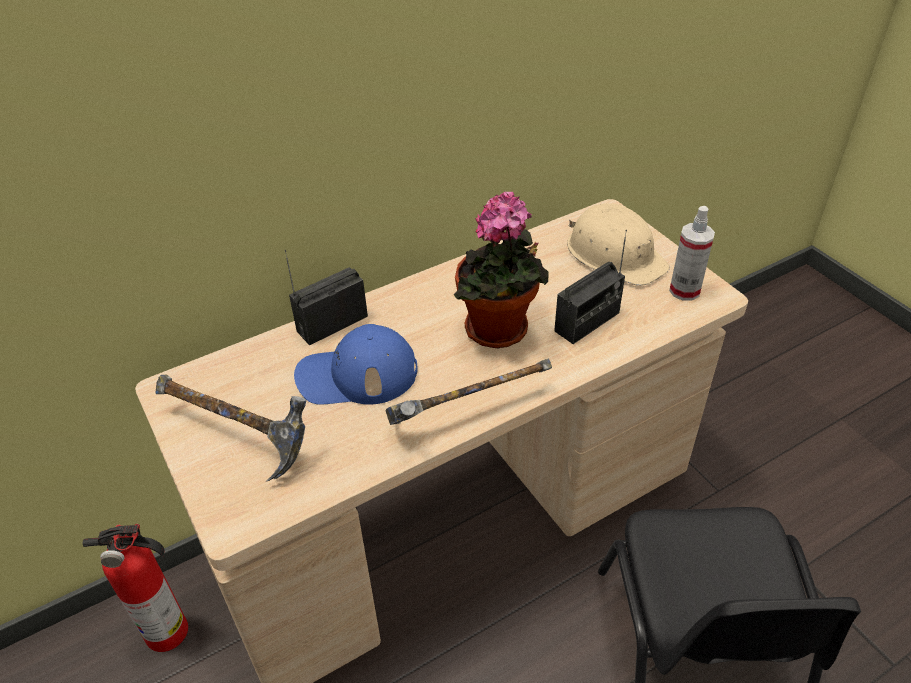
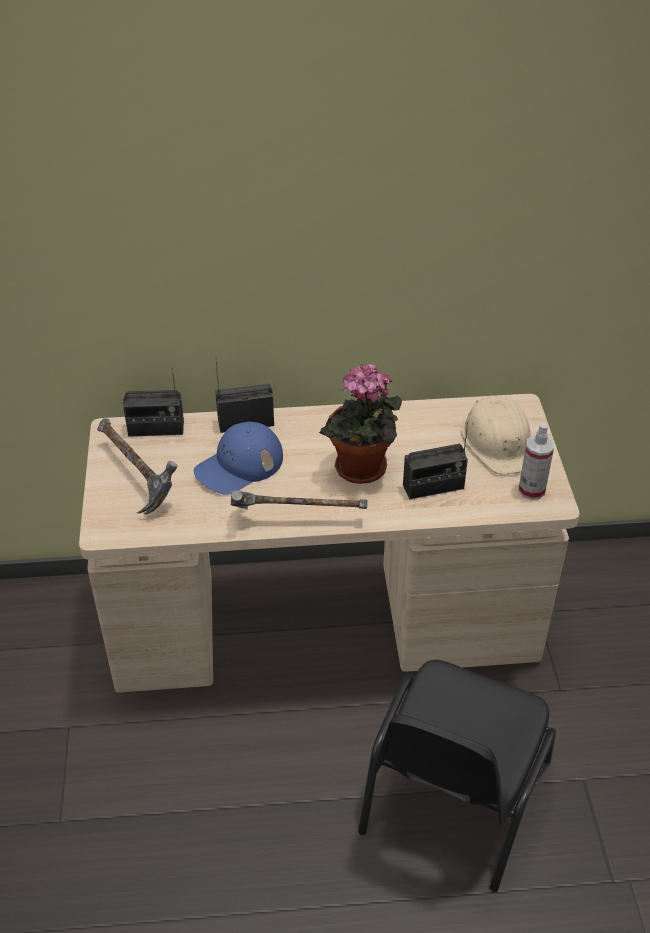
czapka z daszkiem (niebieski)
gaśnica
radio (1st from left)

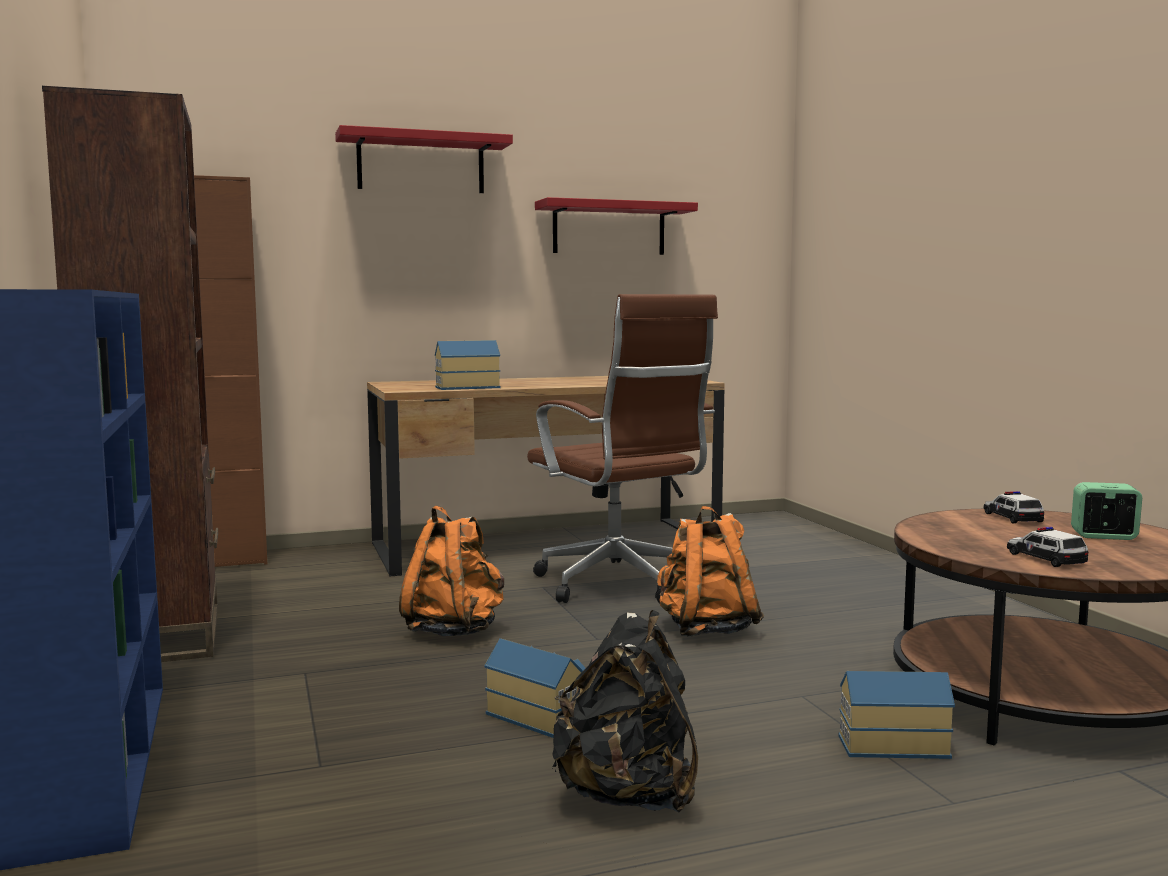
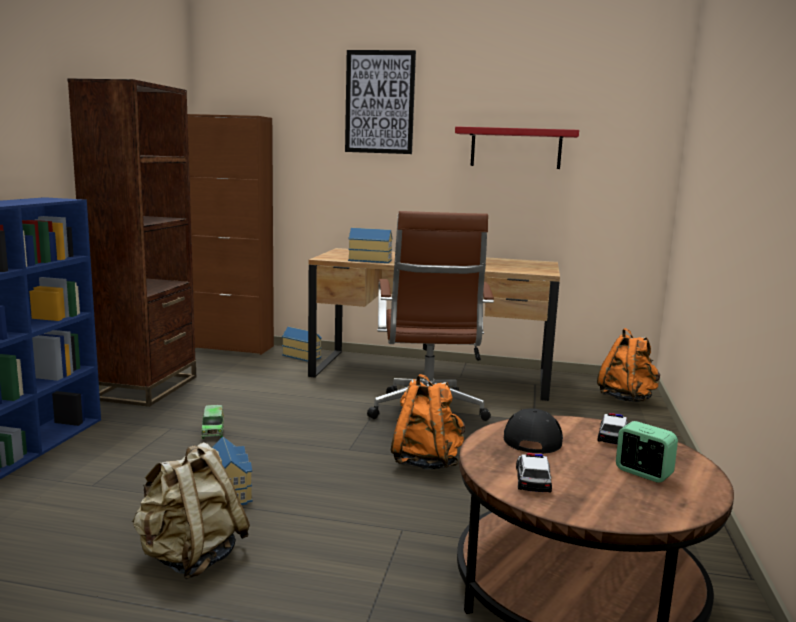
obraz
plecak (pomarańczowy) (2nd from left)
plecak (beżowy)
domek (2nd from left)
ciężarówka zabawkowa
czapka z daszkiem (czarny)

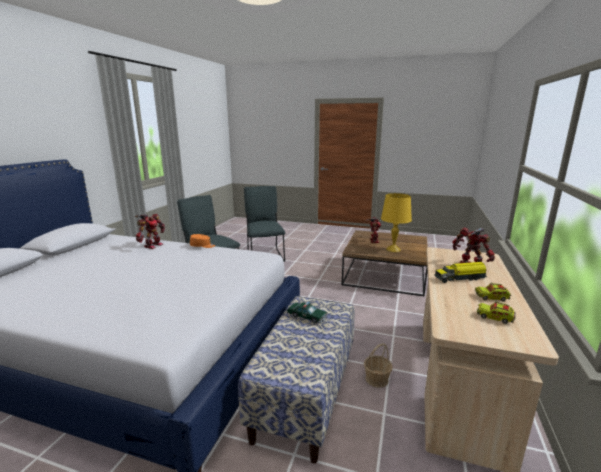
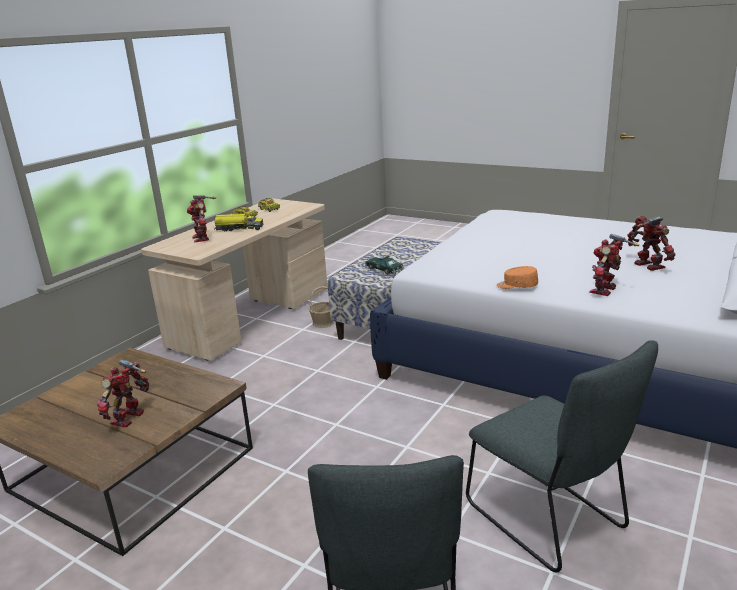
lampa stołowa (żółty)
robot zabawkowy (4th from left)

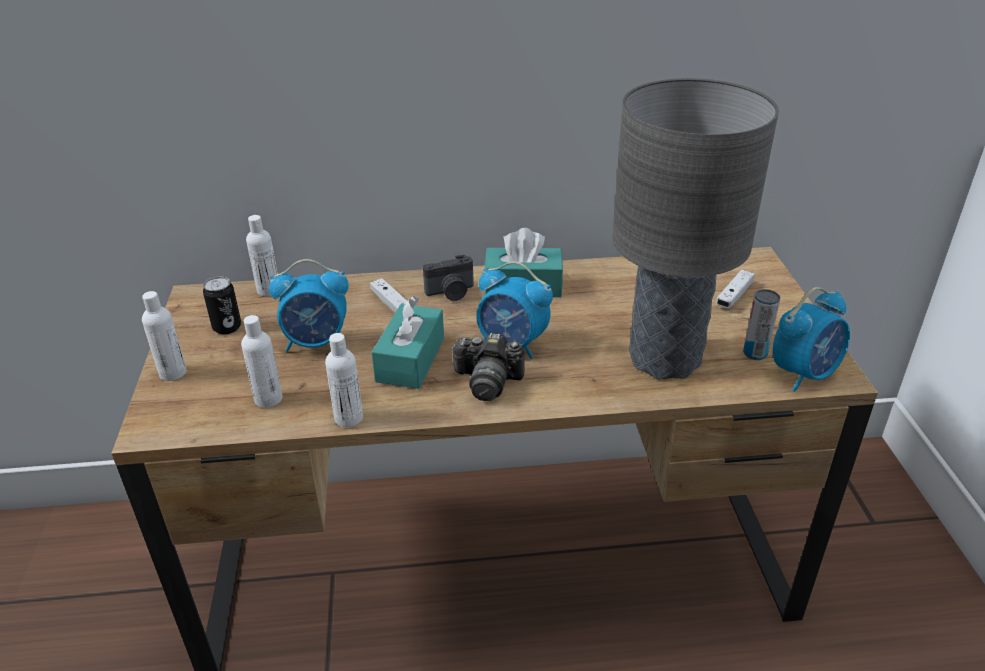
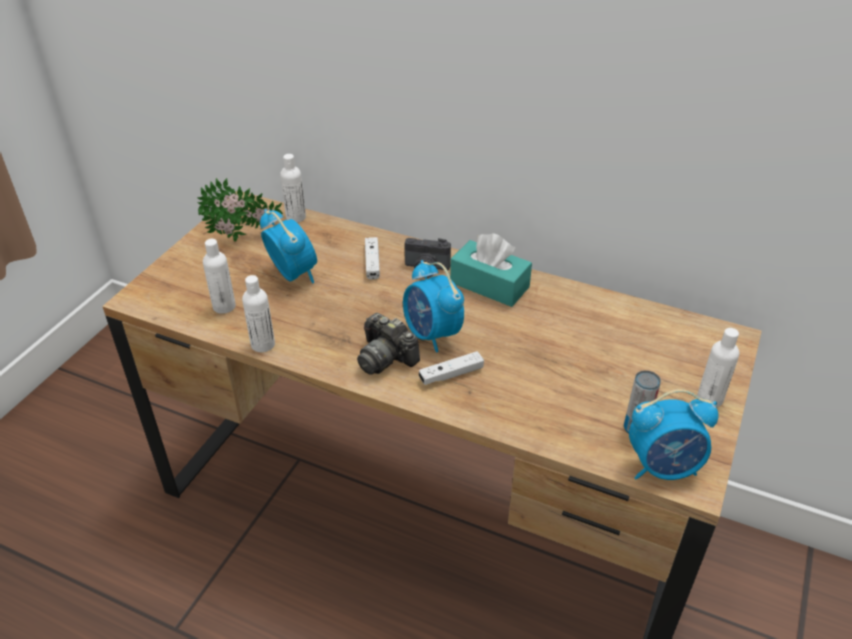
lampa stołowa (szary)
budzik (1st from left)
pad do gier (biały) (2nd from left)
roślina doniczkowa
butelka (biały) (4th from left)
pudełko chusteczek (turkusowy) (1st from left in the first image)

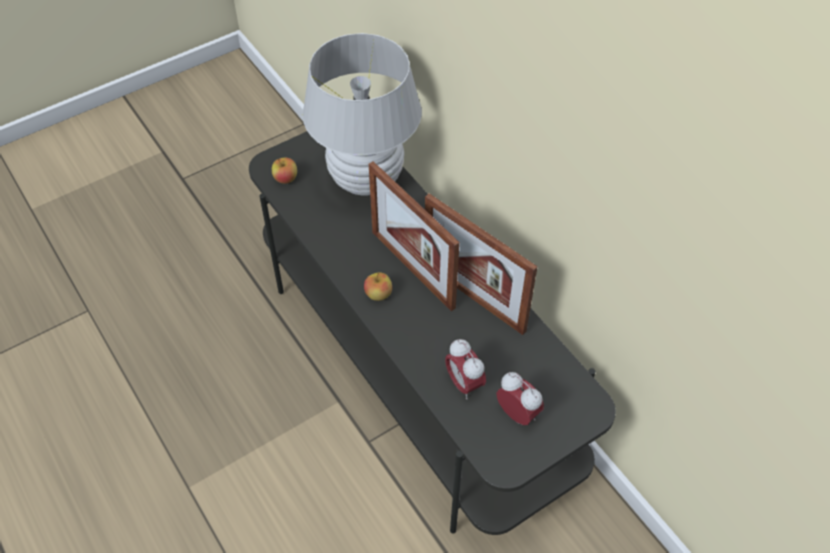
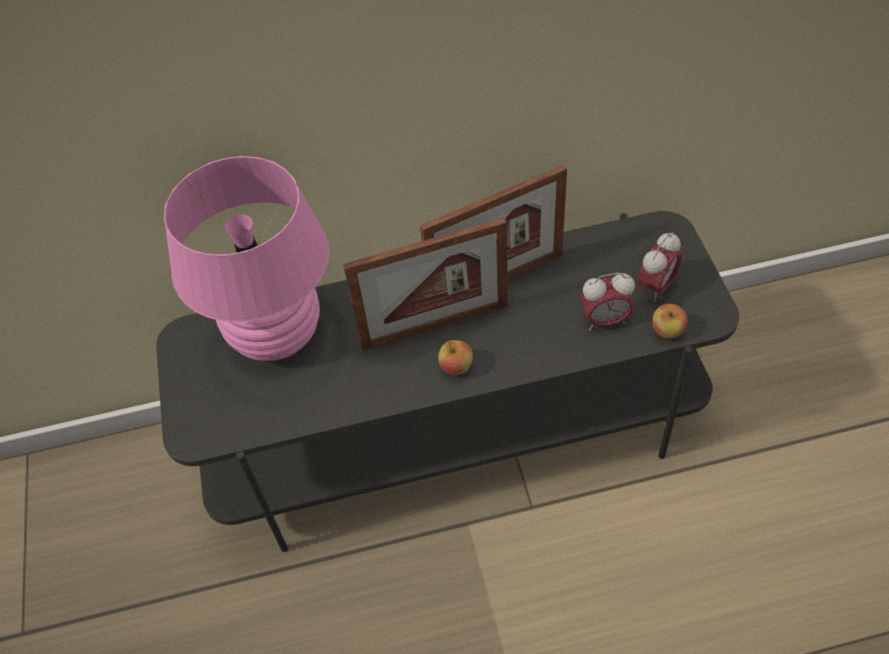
lampa stołowa (różowy)
jabłko (2nd from left)
budzik (2nd from left)

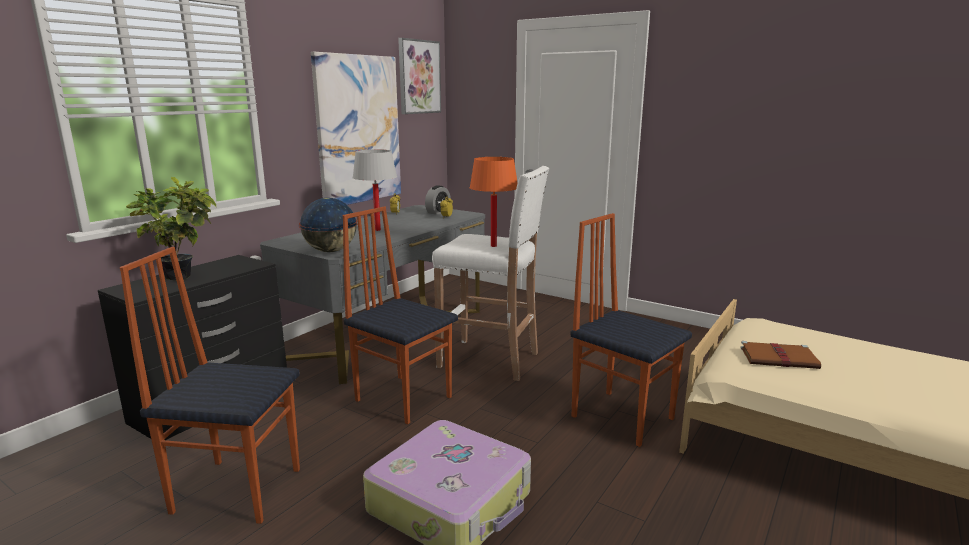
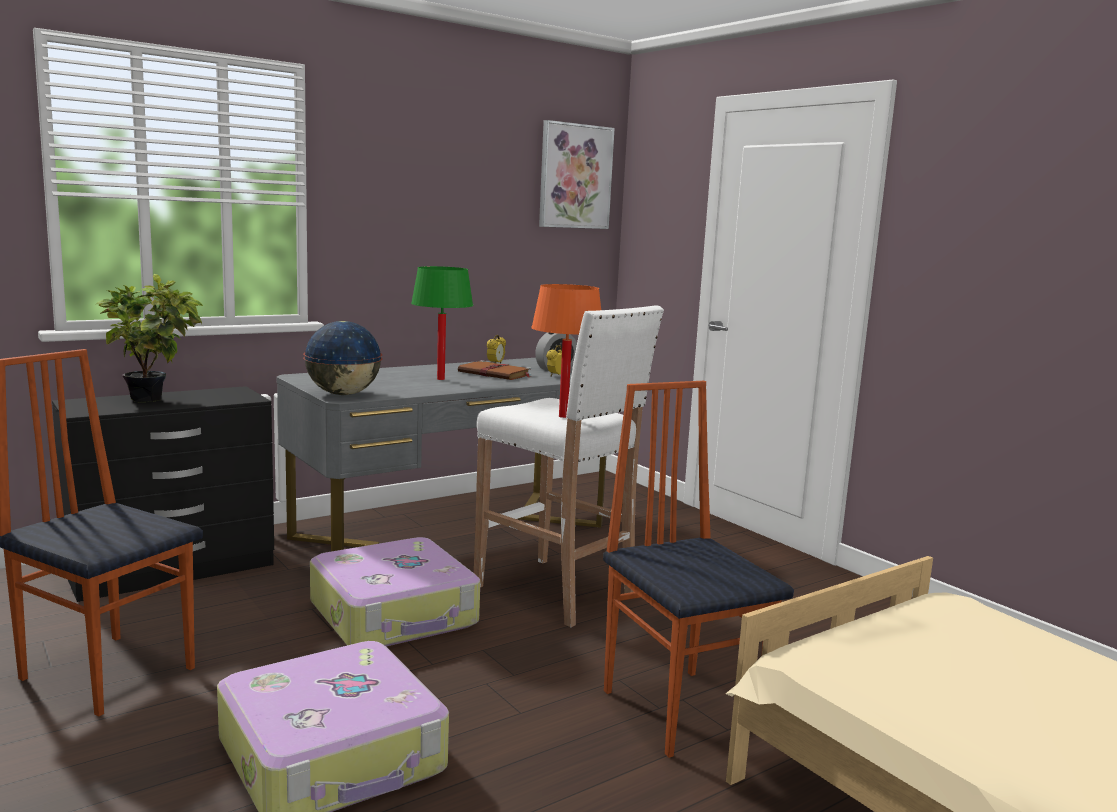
obraz (1st from left in the first image)
lampa stołowa (zielony)
walizka (2nd from left)
książka (brązowy)

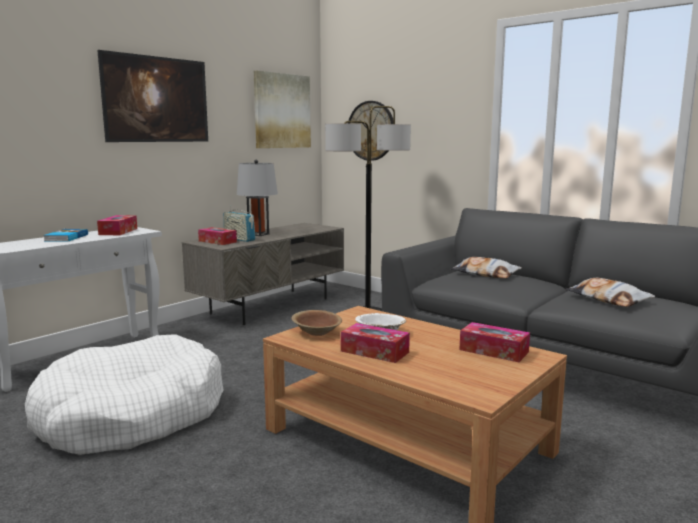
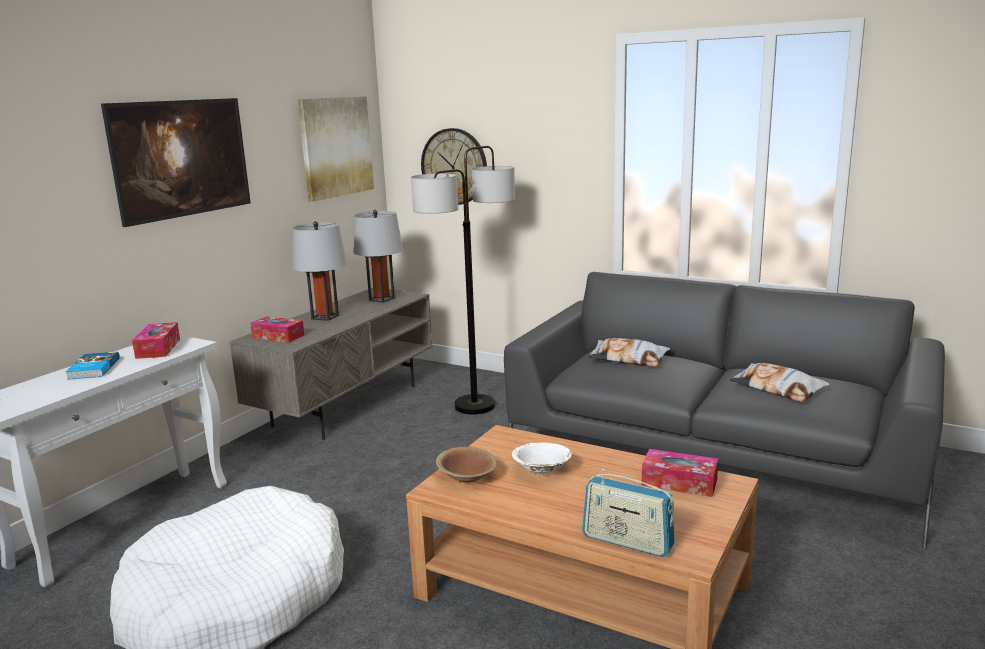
radio
pudełko chusteczek (3rd from left in the first image)
lampa stołowa (szary) (2nd from left)

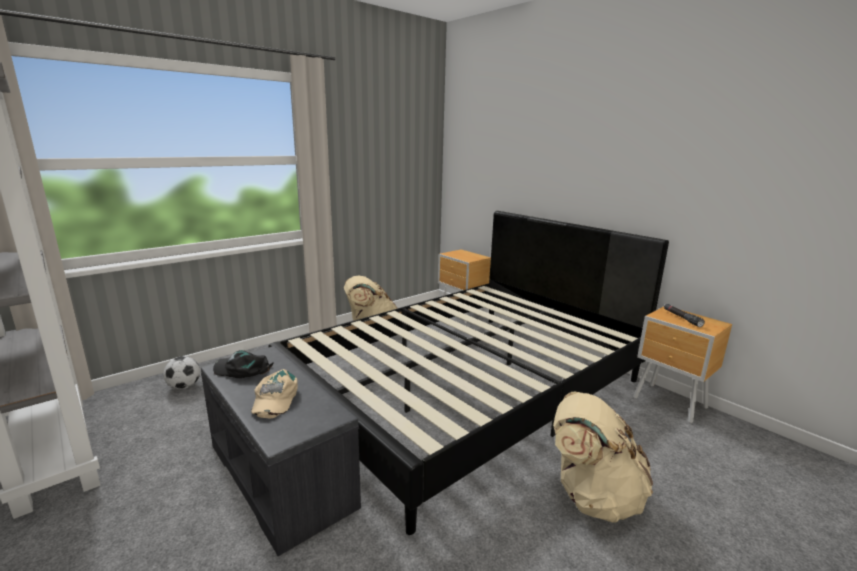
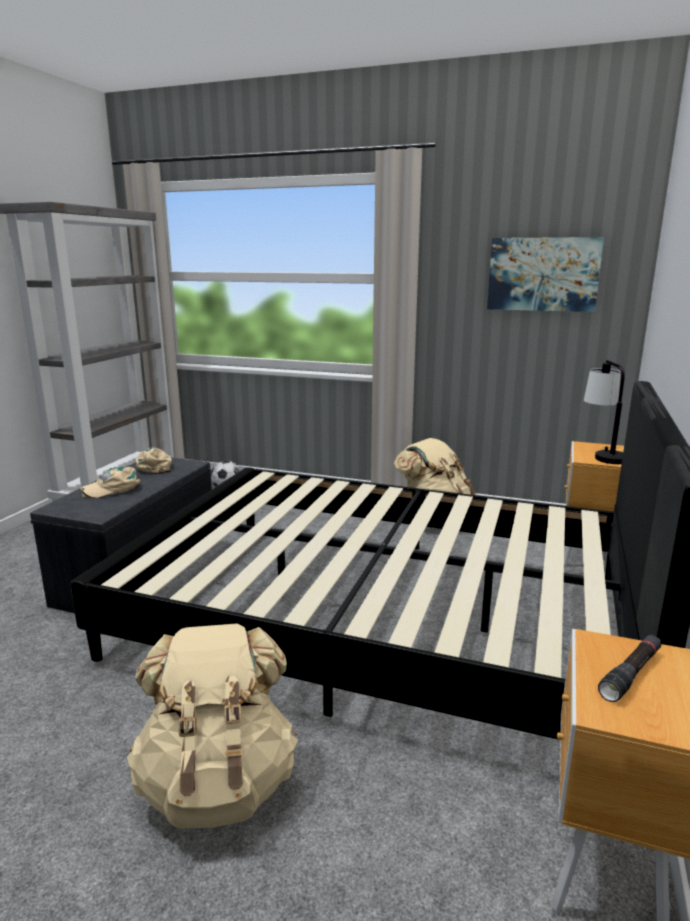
czapka z daszkiem (beżowy) (2nd from left)
obraz
lampa stołowa

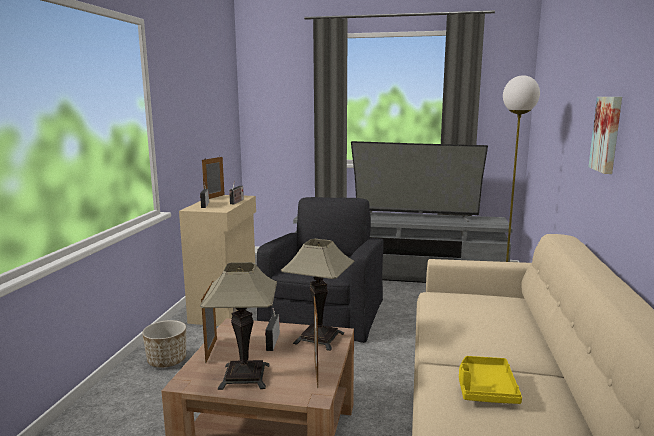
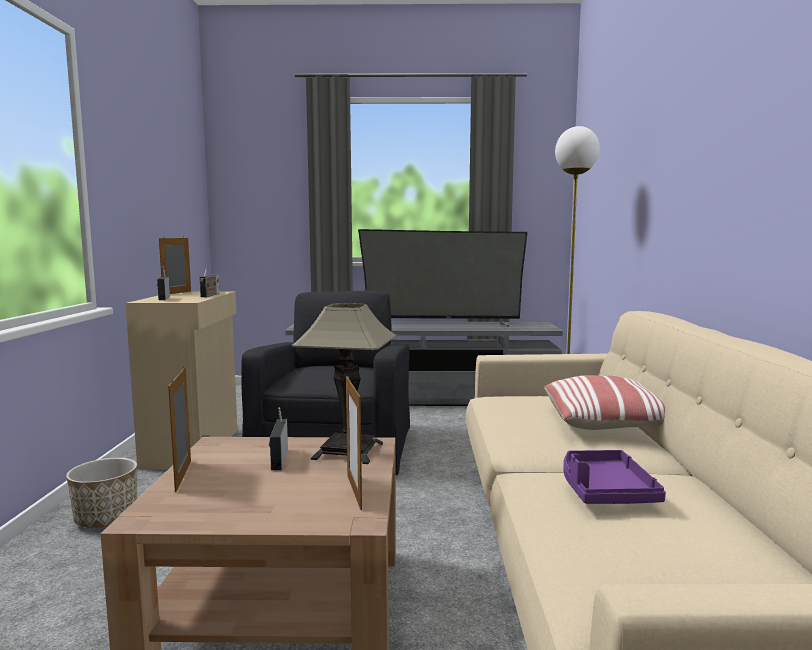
obraz
lampa stołowa (1st from left in the first image)
taca (fioletowy)
poduszka

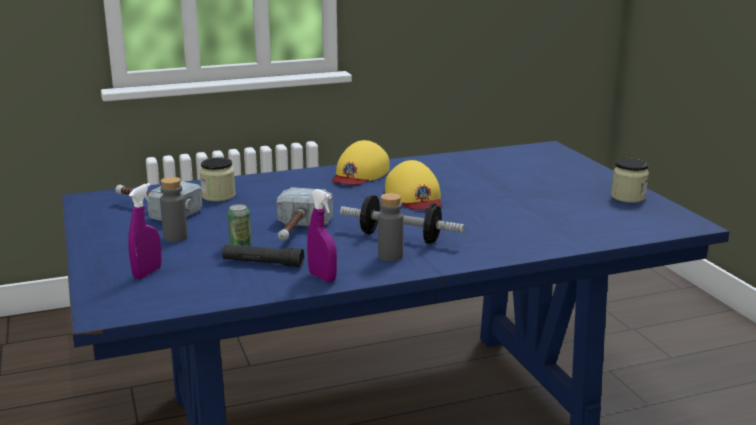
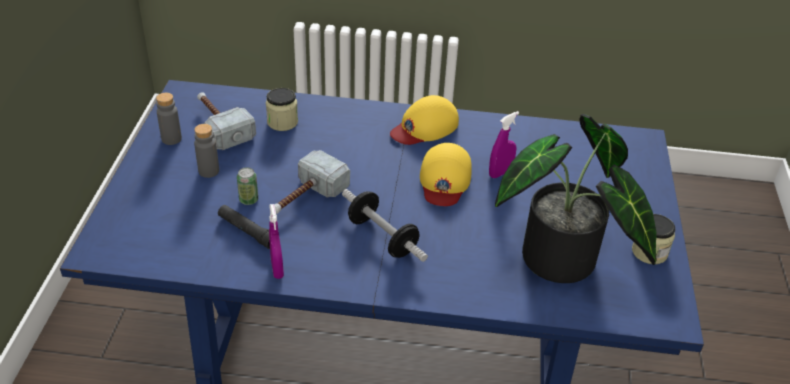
spryskiwacz (fioletowy) (2nd from left)
butelka (szary) (1st from left)
roślina doniczkowa

